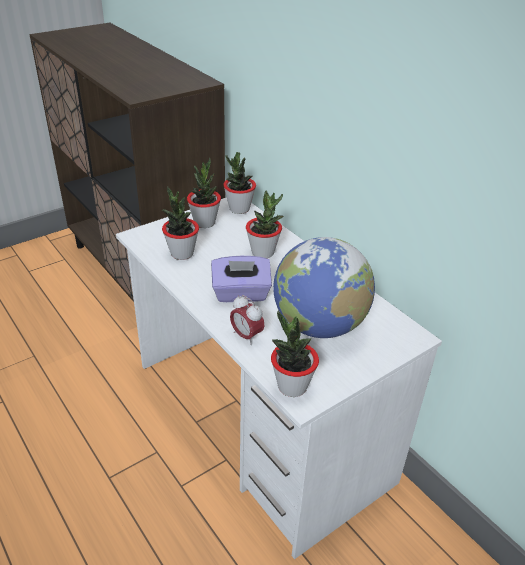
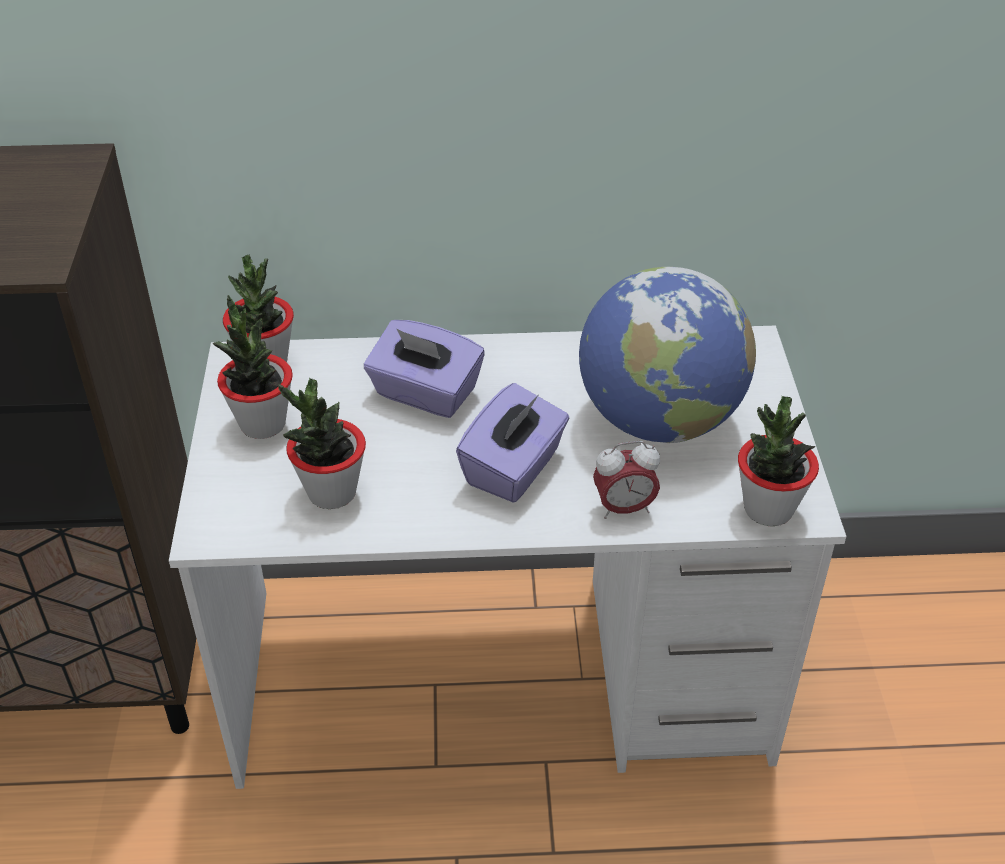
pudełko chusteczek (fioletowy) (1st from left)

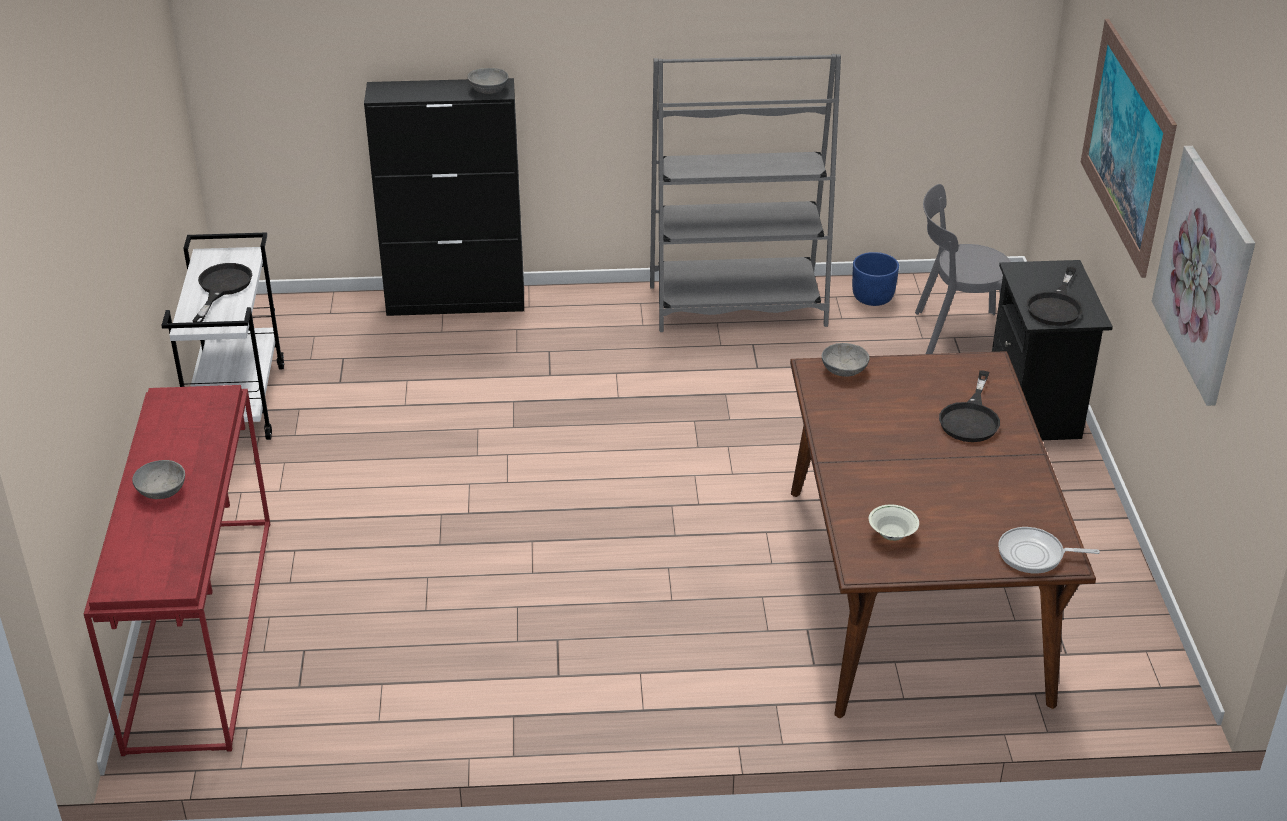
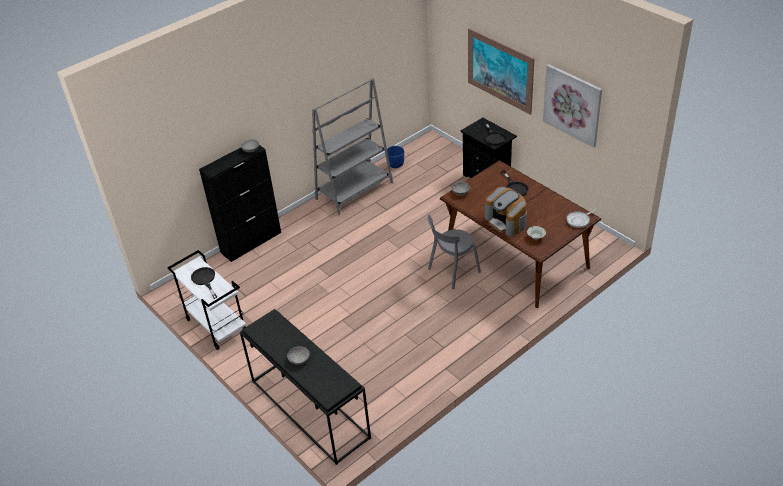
krzesło (szary)
stolik konsolowy (czarny)
ekspres do kawy

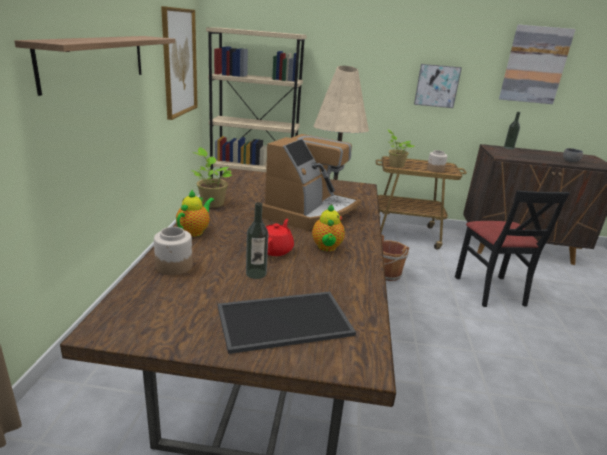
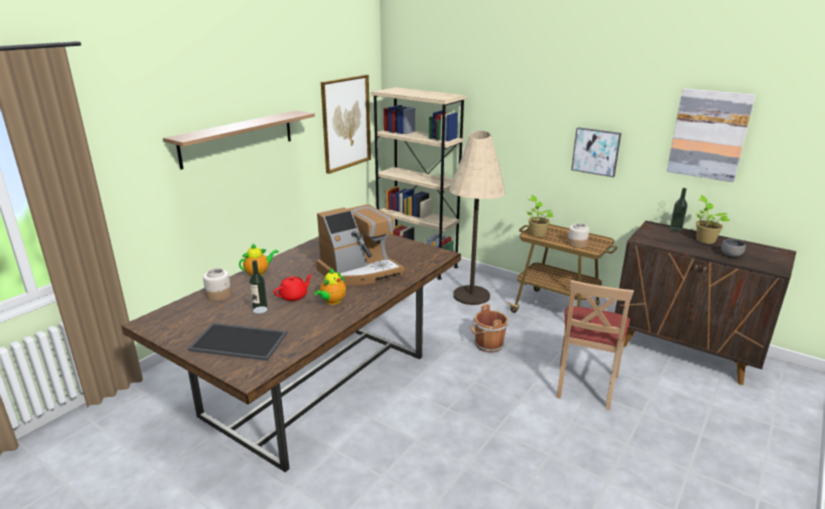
roślina doniczkowa (2nd from left)
krzesło (beżowy)

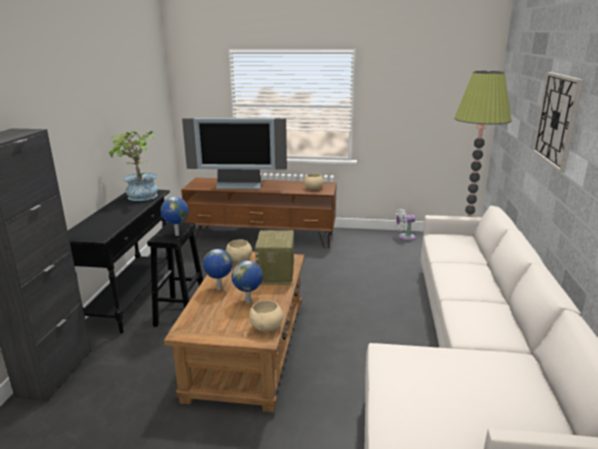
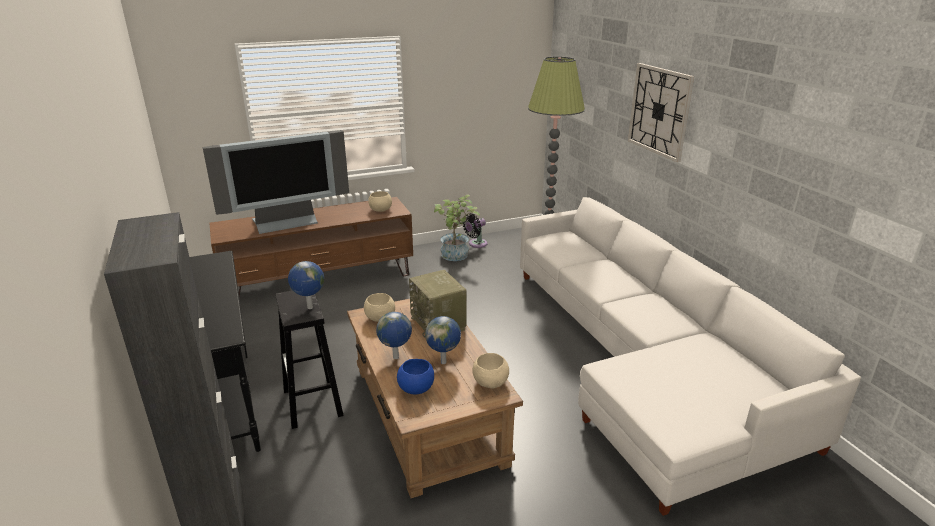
roślina doniczkowa
wentylator (czarny)
miska (niebieski)

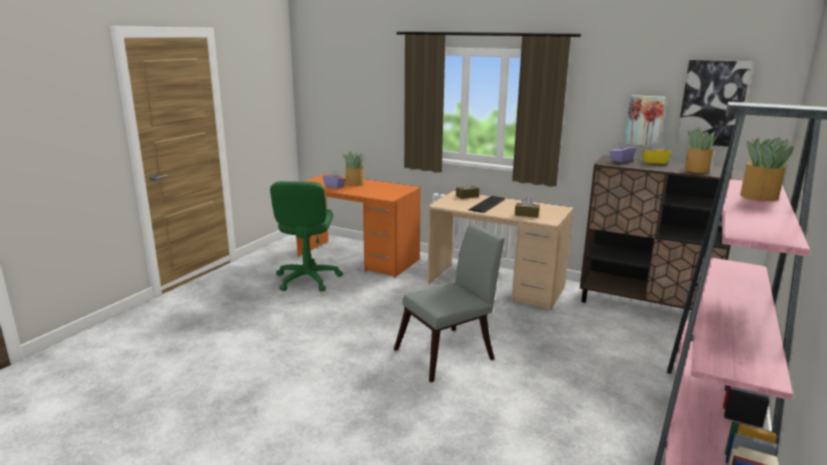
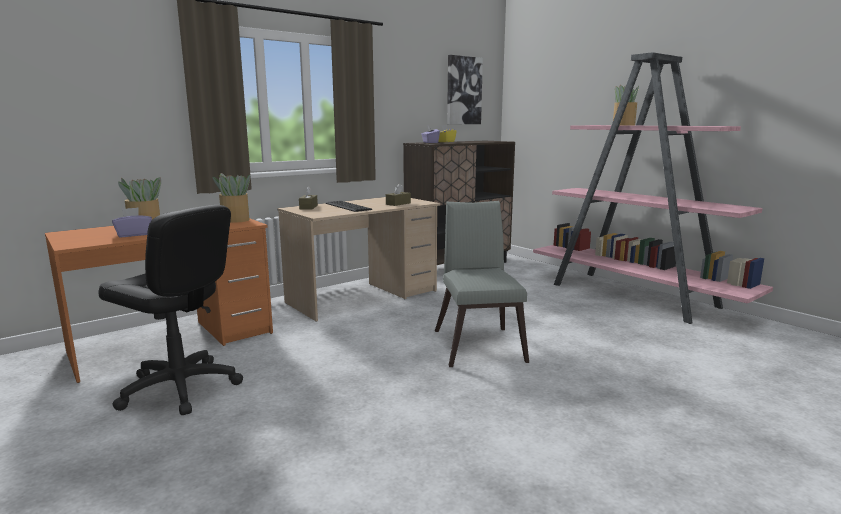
obraz (1st from left in the first image)
roślina doniczkowa (2nd from left)
krzesło biurowe (czarny)

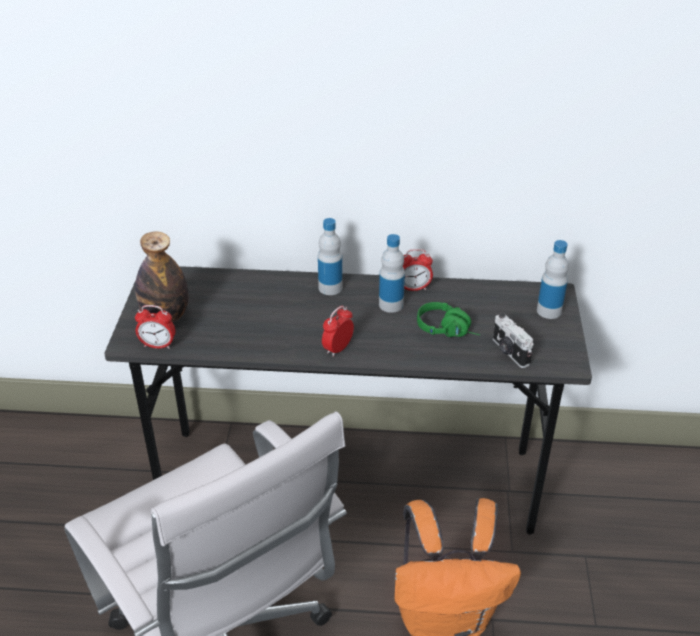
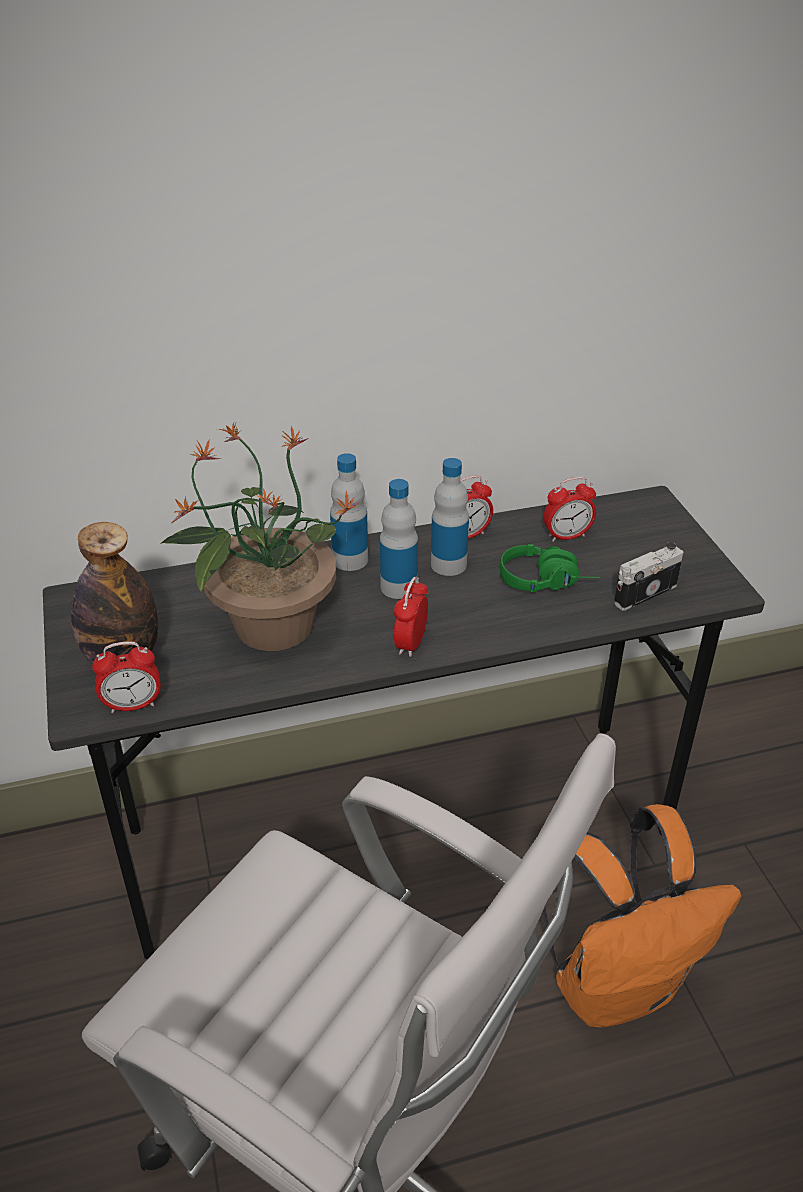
butelka (3rd from left)
aparat fotograficzny
roślina doniczkowa
budzik (4th from left)

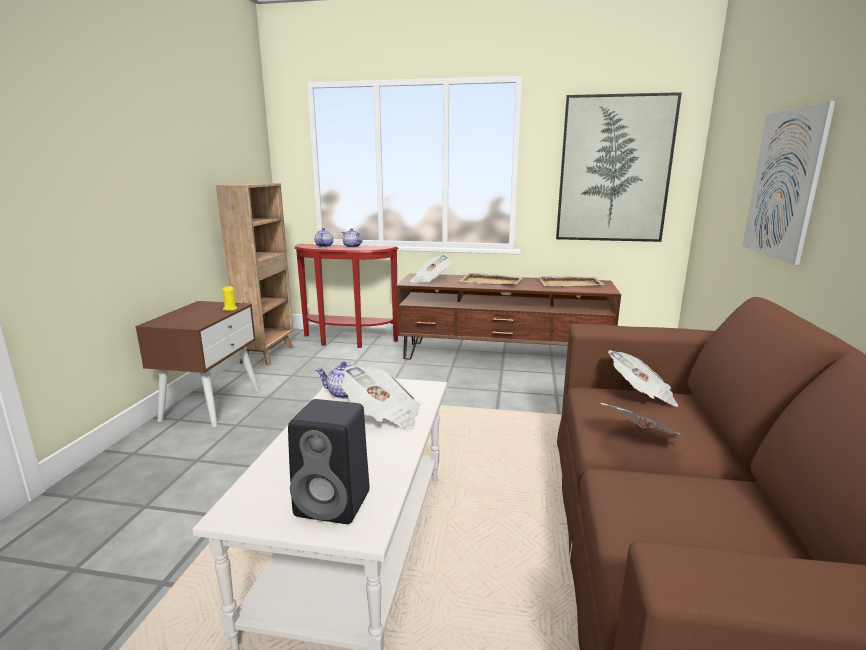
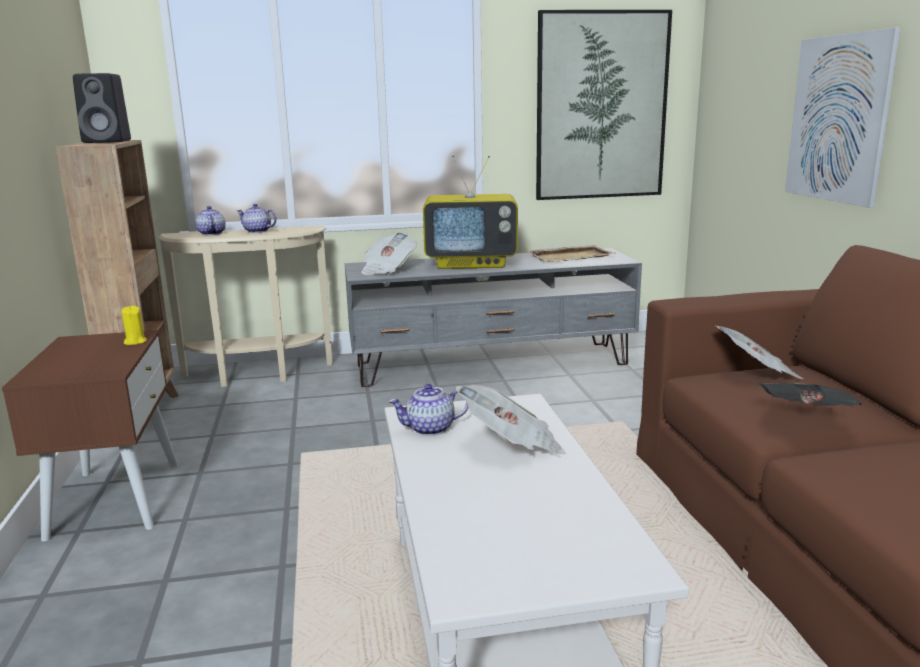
stolik konsolowy (beżowy)
szafka pod telewizor (szary)
telewizor
głośnik (czarny)

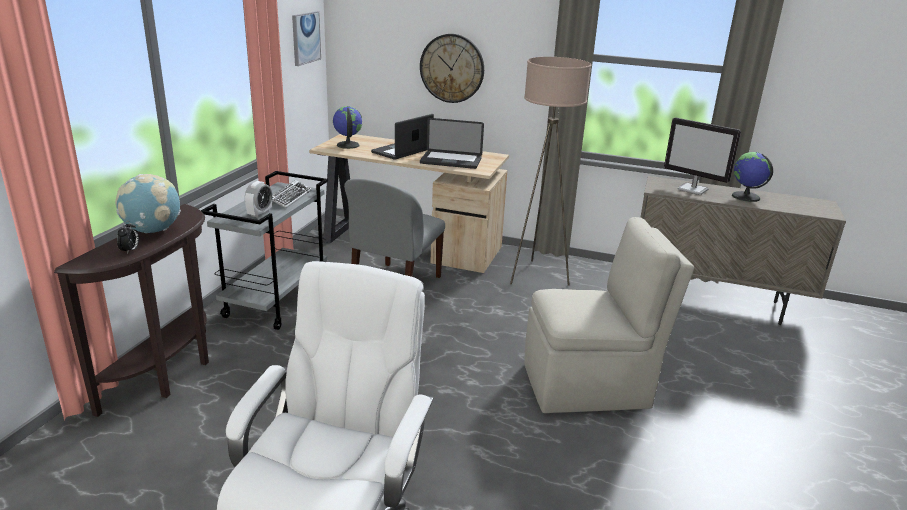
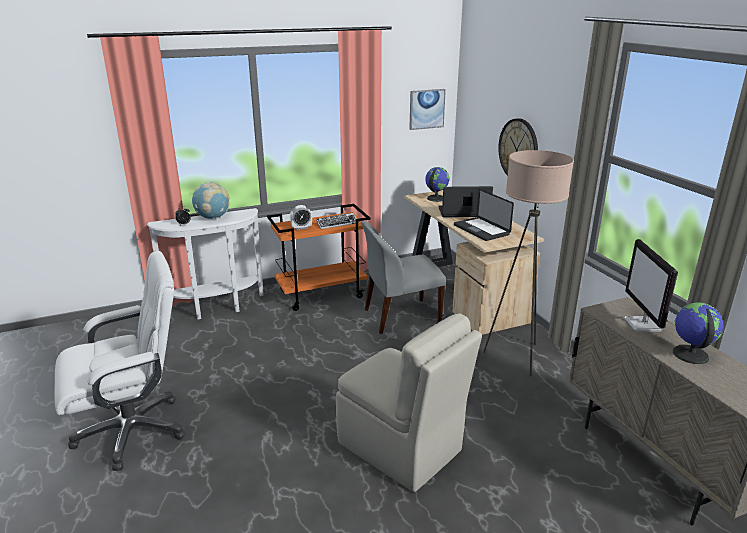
wózek (pomarańczowy)
stolik konsolowy (biały)

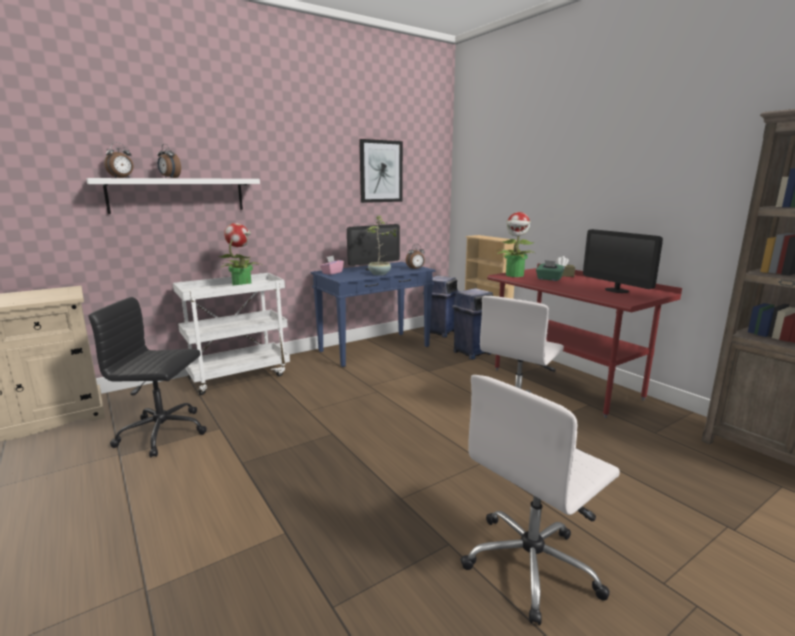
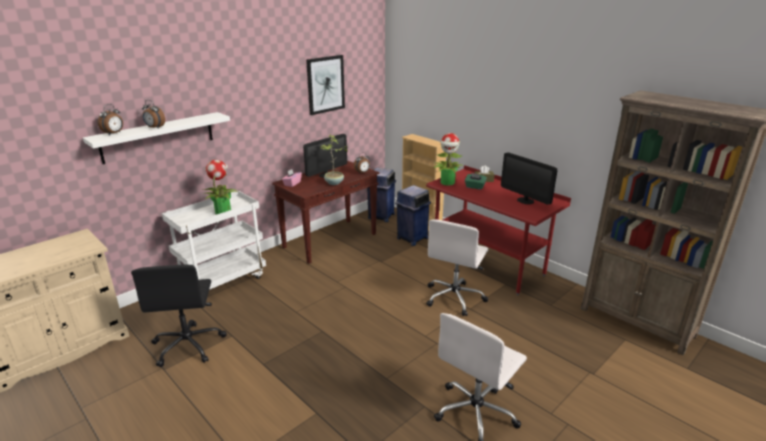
stolik konsolowy (brązowy)
krzesło biurowe (czarny)

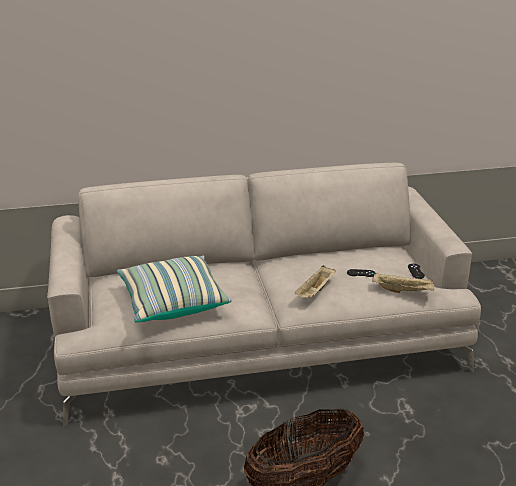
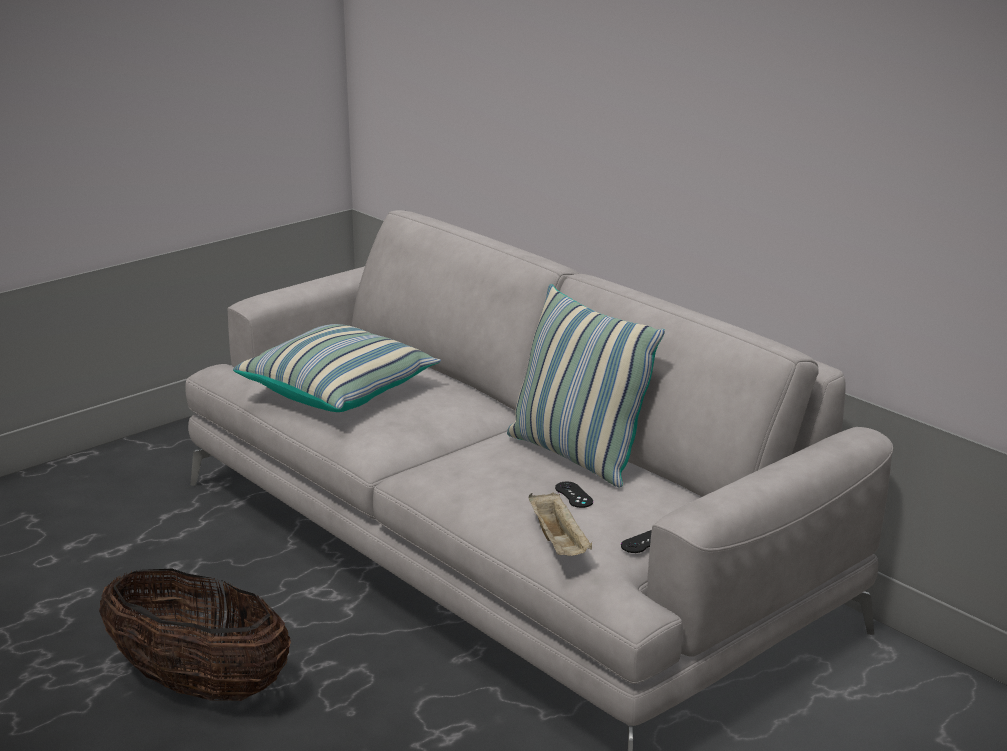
taca (beżowy) (1st from left in the first image)
poduszka (2nd from left)

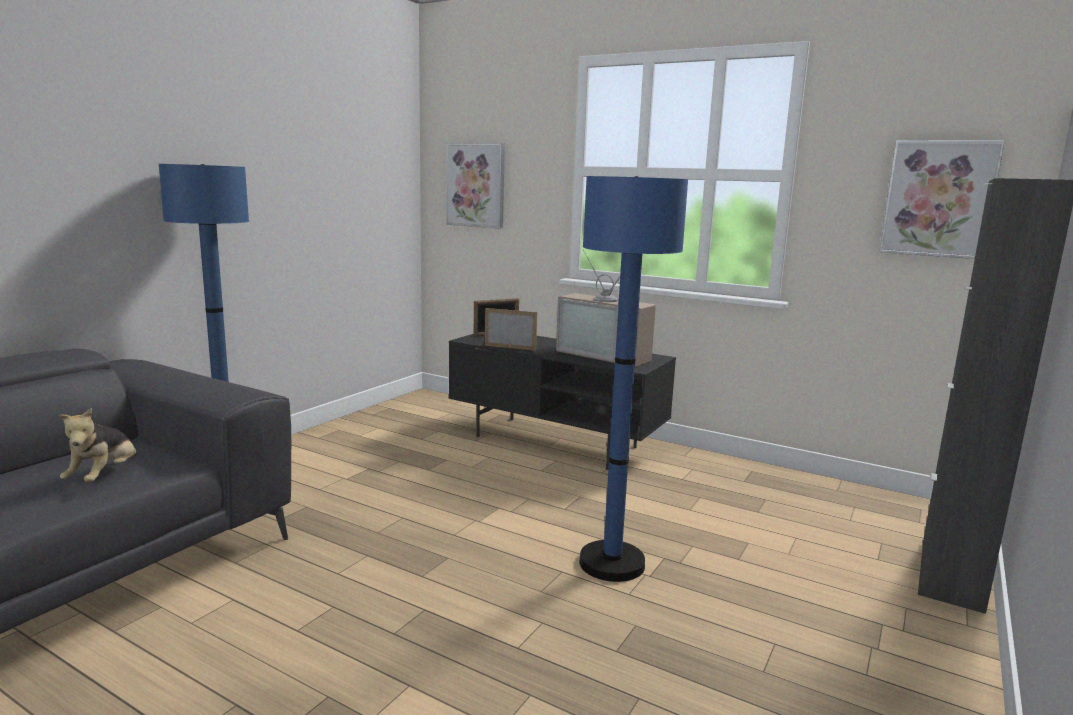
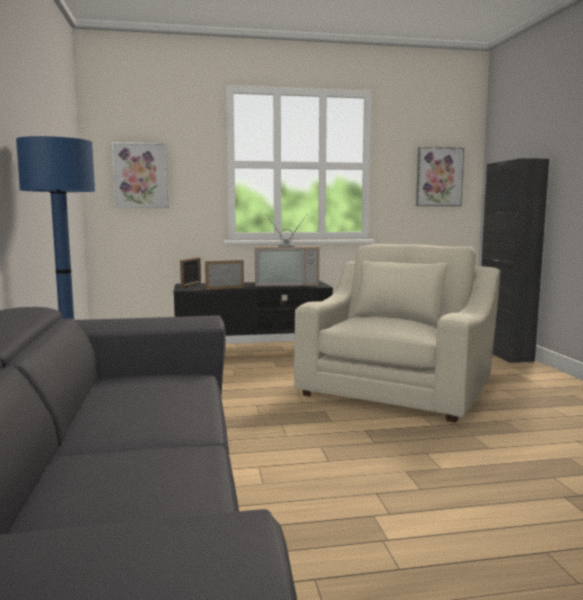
fotel (beżowy)
pluszak

